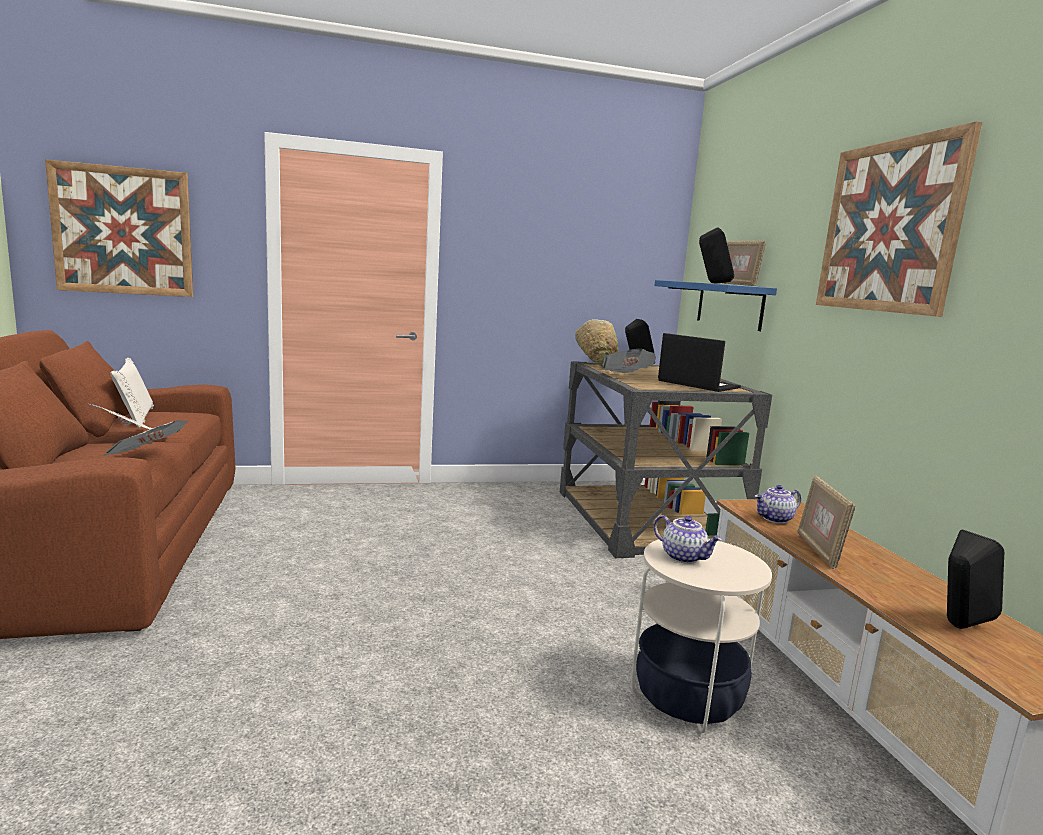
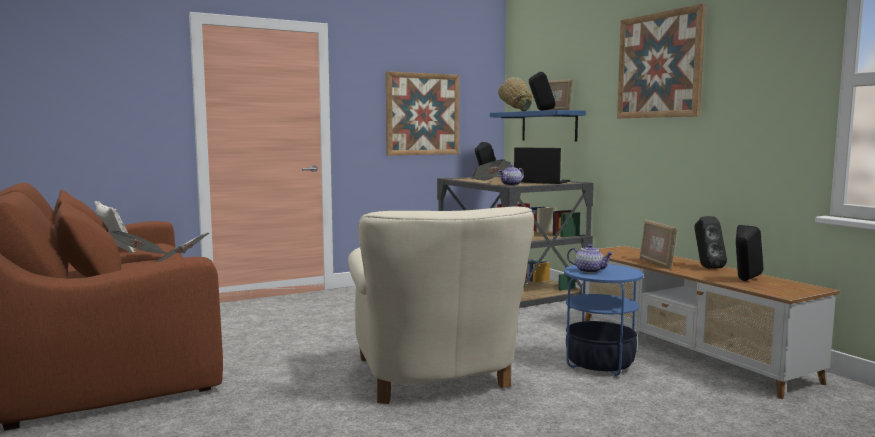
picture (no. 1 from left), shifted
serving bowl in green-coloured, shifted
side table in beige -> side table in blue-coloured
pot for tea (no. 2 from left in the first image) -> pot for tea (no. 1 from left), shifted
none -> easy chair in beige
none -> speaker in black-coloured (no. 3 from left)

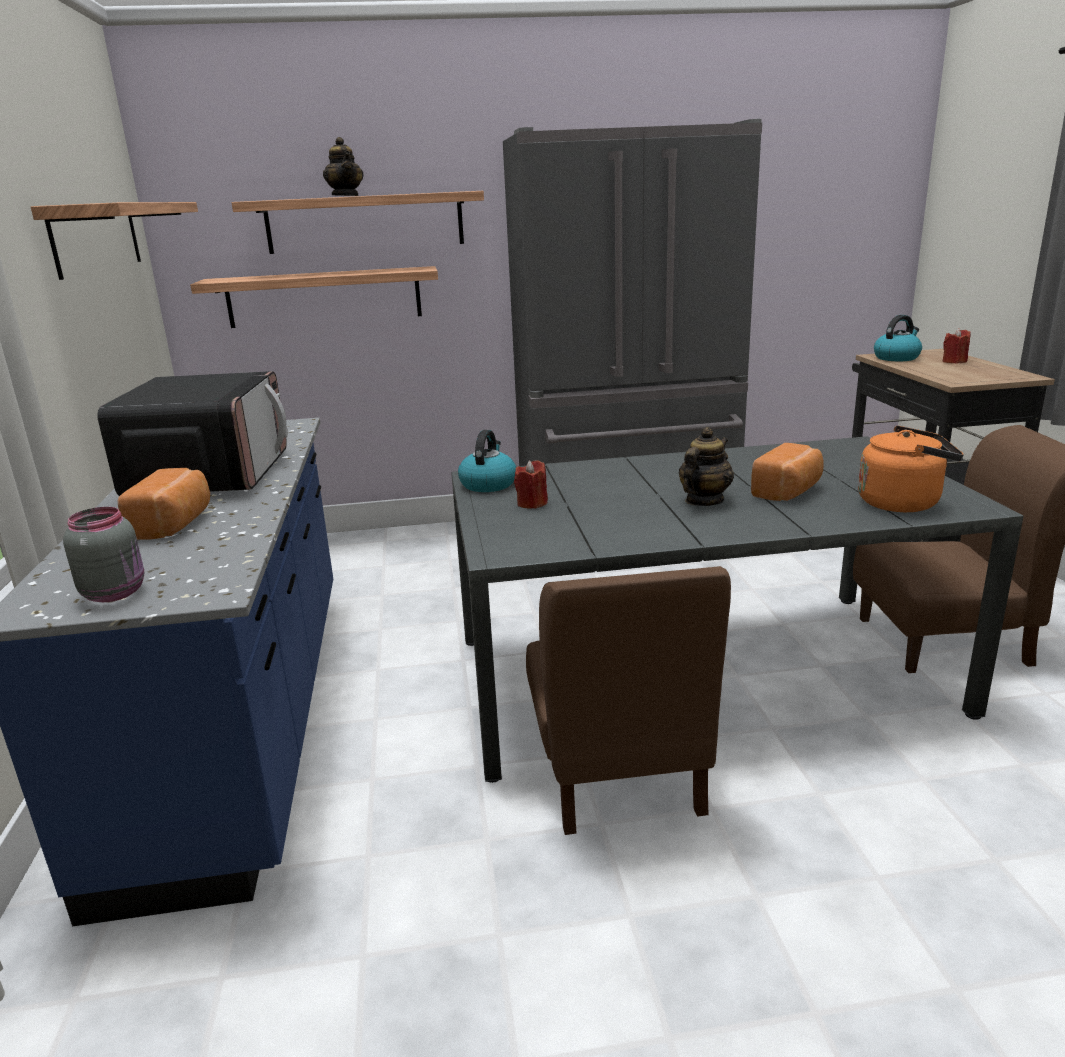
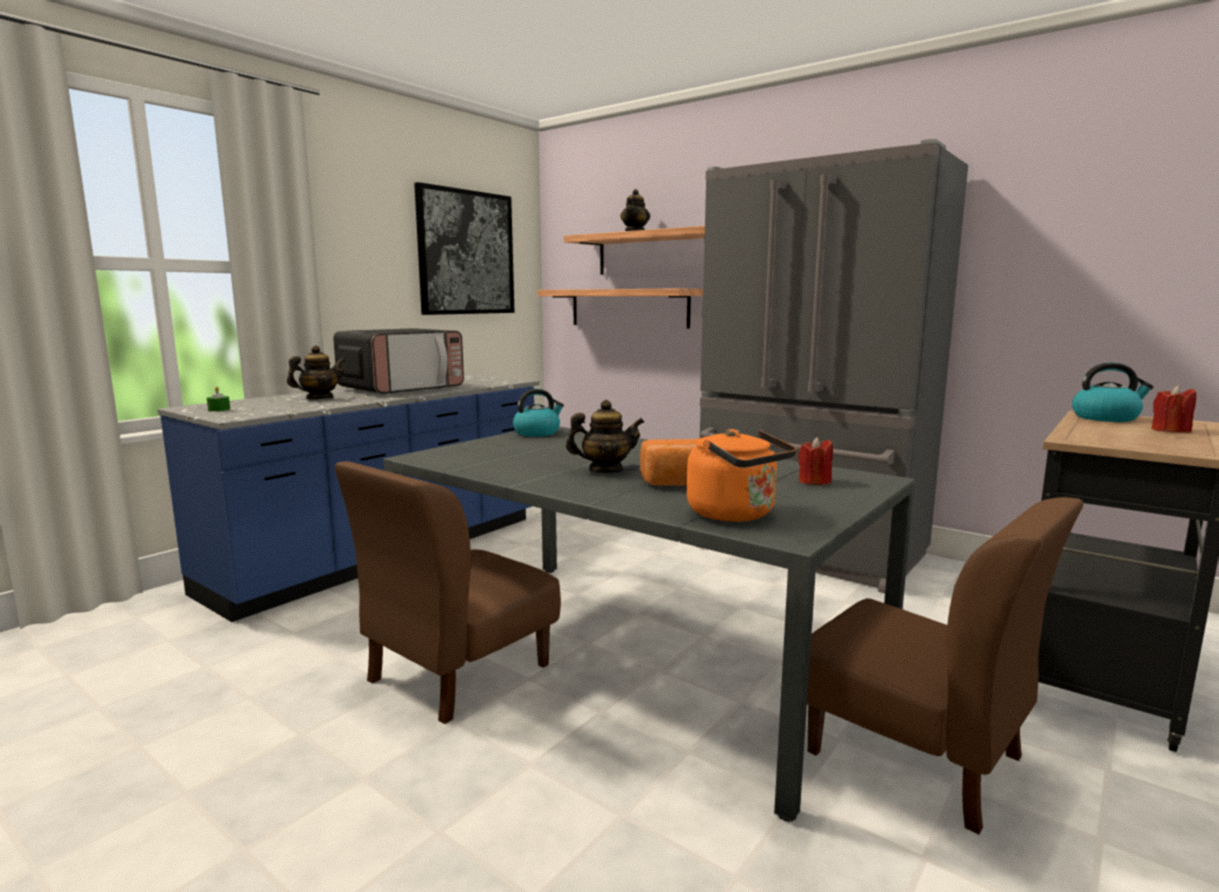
shelf (no. 1 from left) -> picture
jar in grey -> wax candle in green-coloured
bakery bread (no. 1 from left) -> pot for tea (no. 1 from left)
wax candle in red-coloured (no. 1 from left), shifted

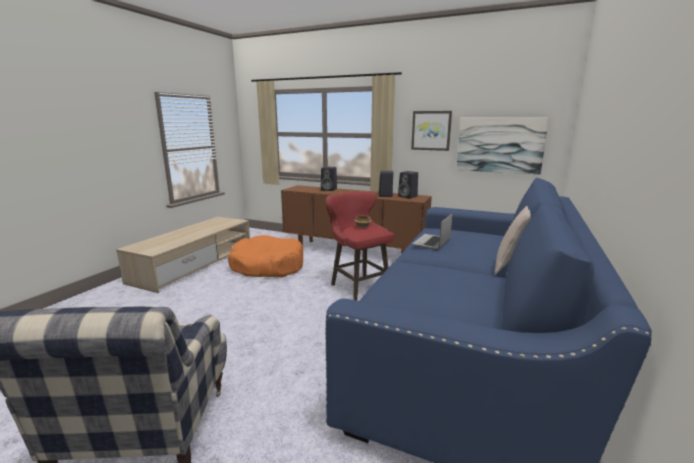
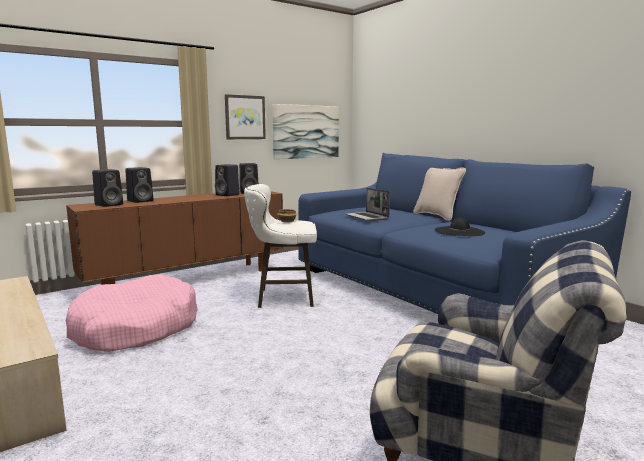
dog bed in orange-coloured -> dog bed in pink-coloured
stool in red-coloured -> stool in whitish
none -> speaker in black-coloured (no. 1 from left)
none -> clothing hat in black-coloured

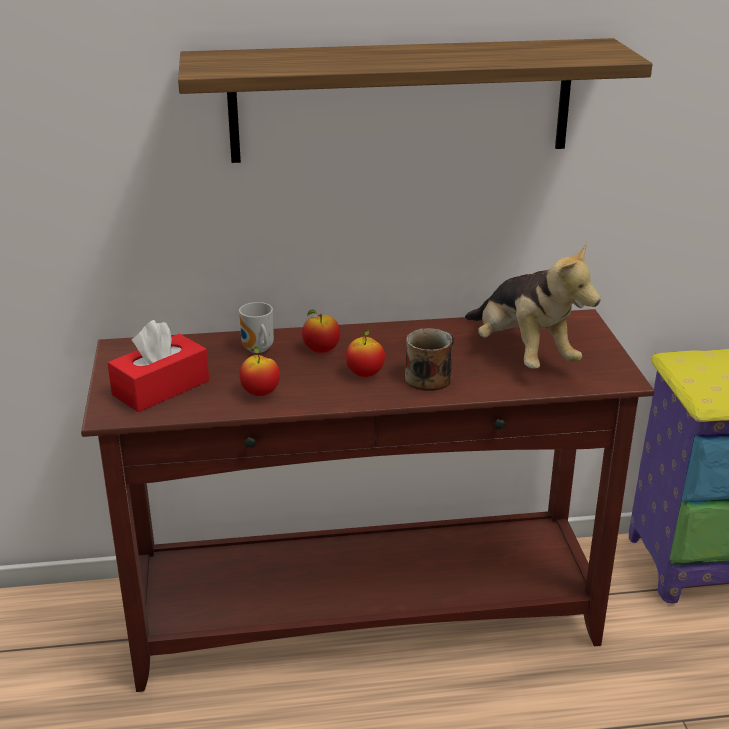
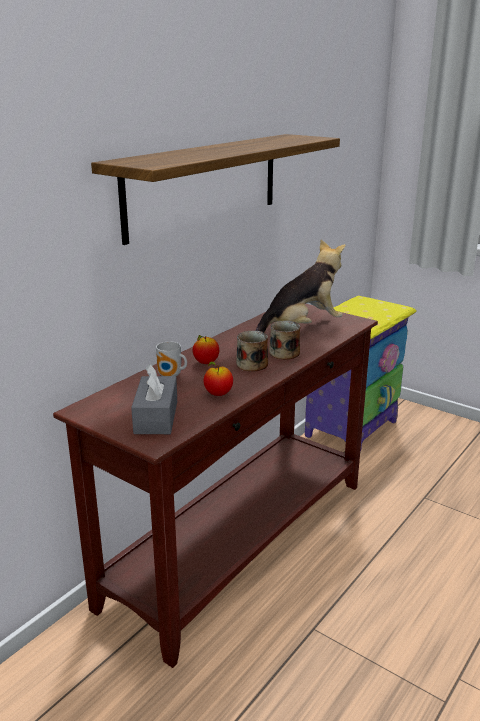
tissue box in red-coloured -> tissue box in grey
apple (no. 3 from left) -> coffee mug (no. 2 from left)
plush toy, 45 degrees counterclockwise

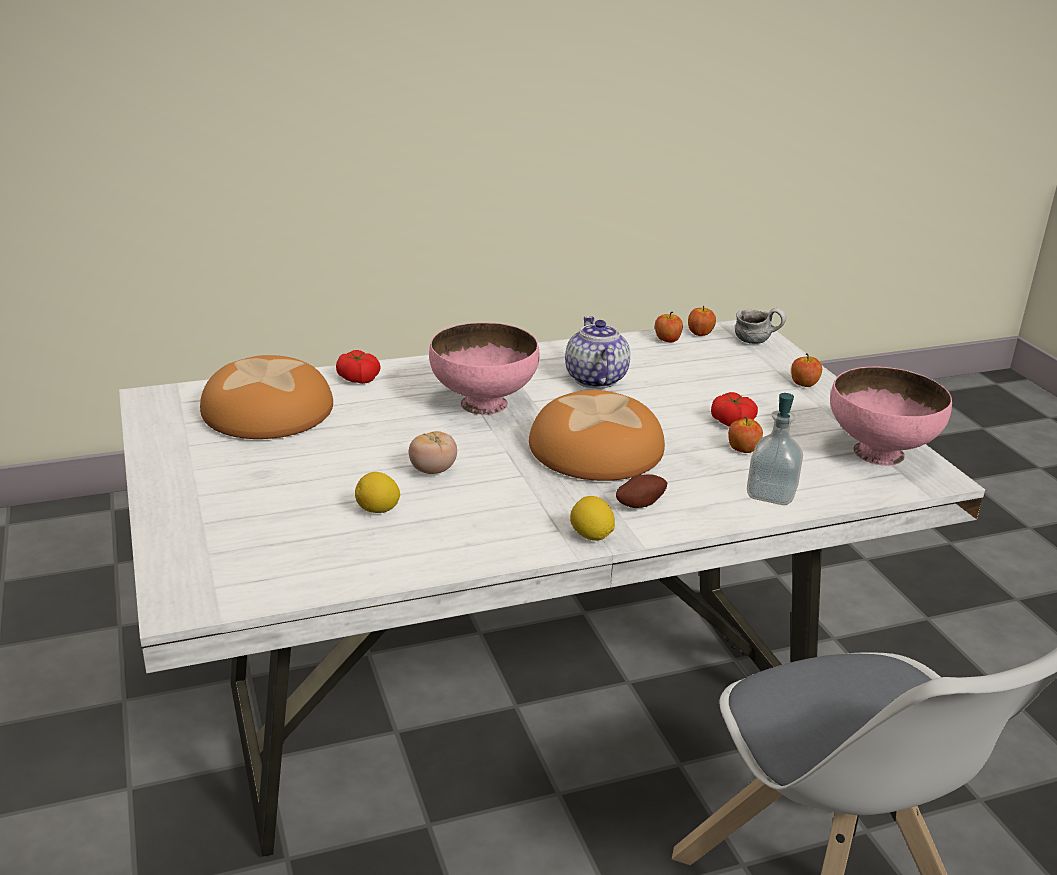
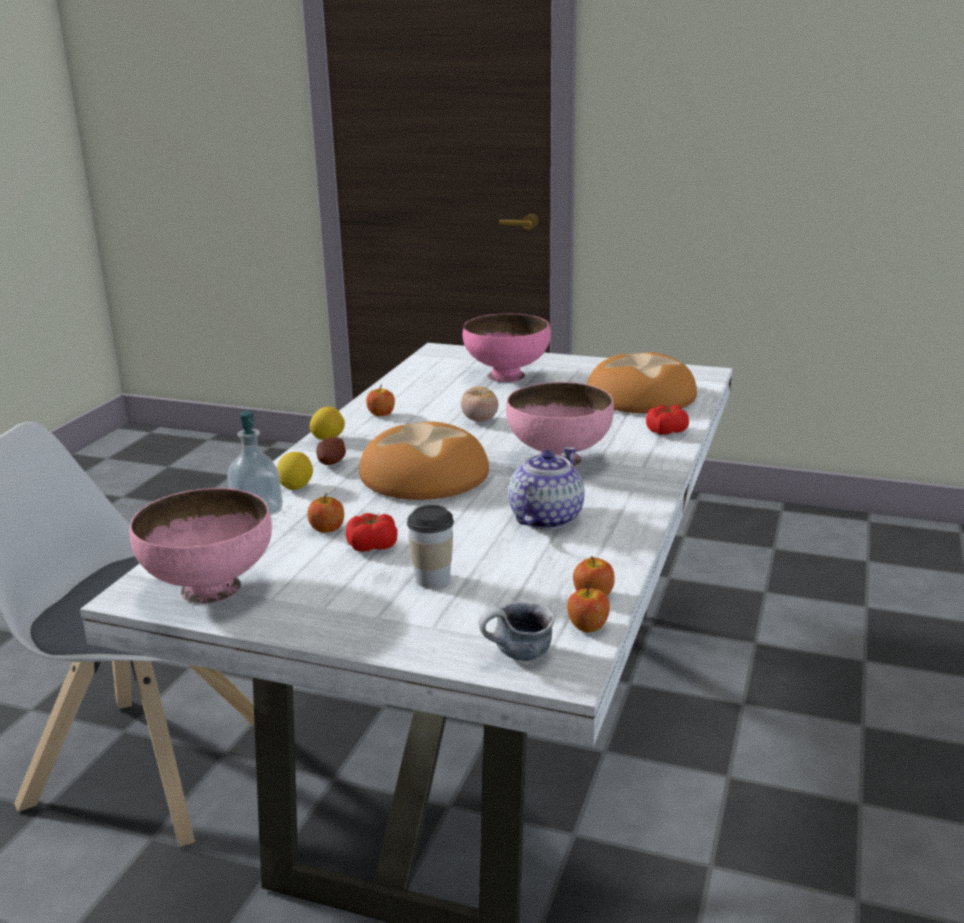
whole lemon (no. 1 from left), shifted
pot for tea, 90 degrees counterclockwise
apple (no. 4 from left in the first image) -> apple (no. 2 from left), shifted
none -> small cup
none -> serving bowl in pink-coloured (no. 2 from left)

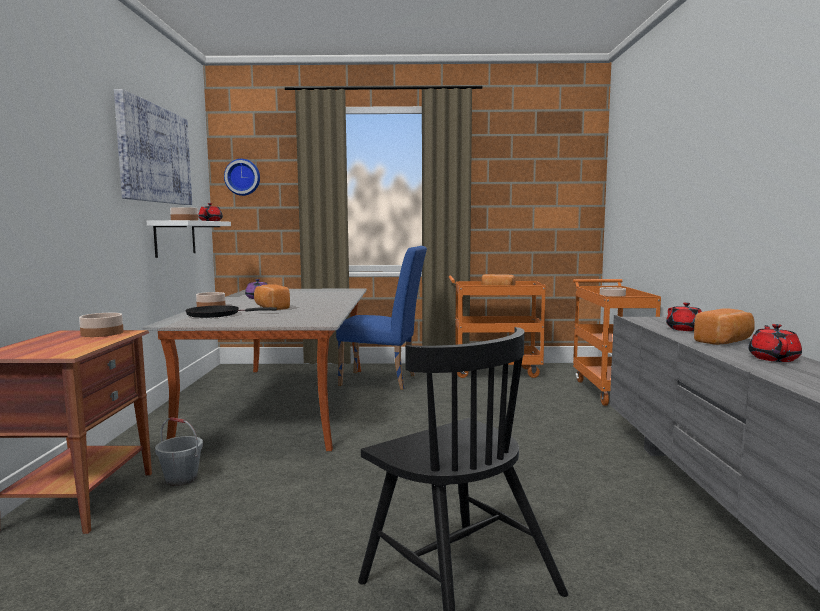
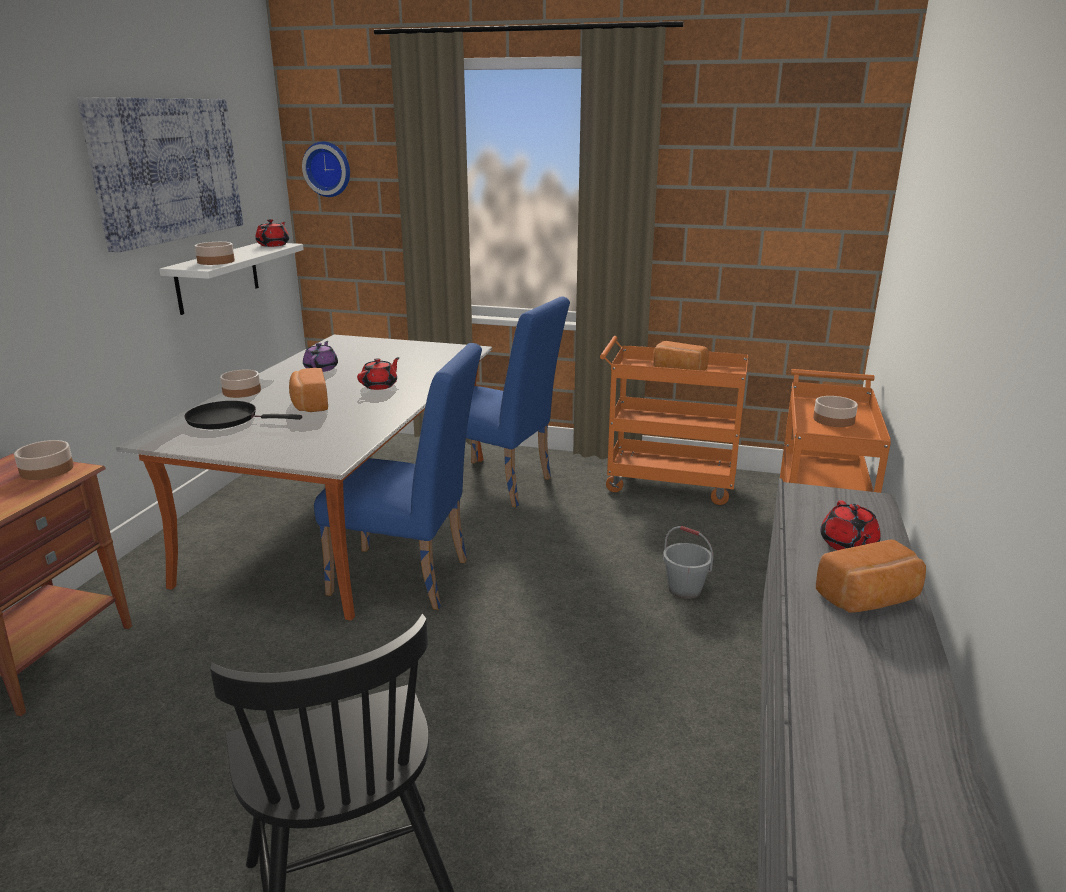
pail in grey, shifted
pot for tea in red-coloured (no. 3 from left in the first image) -> pot for tea in red-coloured (no. 2 from left), shifted
none -> chair in blue-coloured (no. 1 from left)

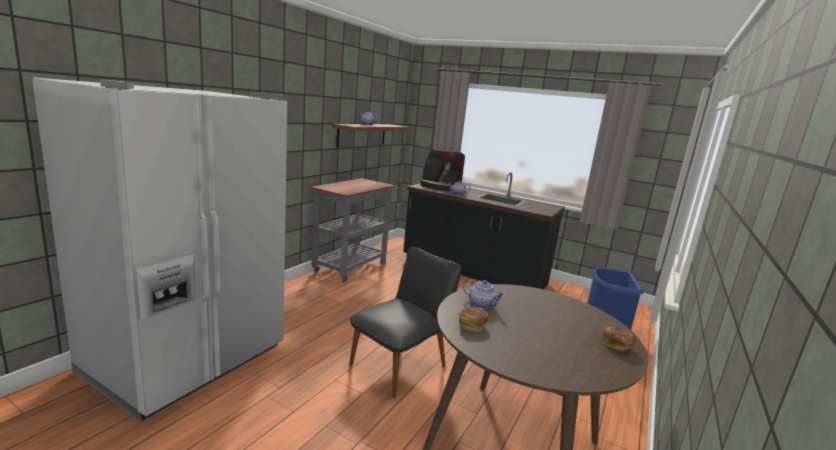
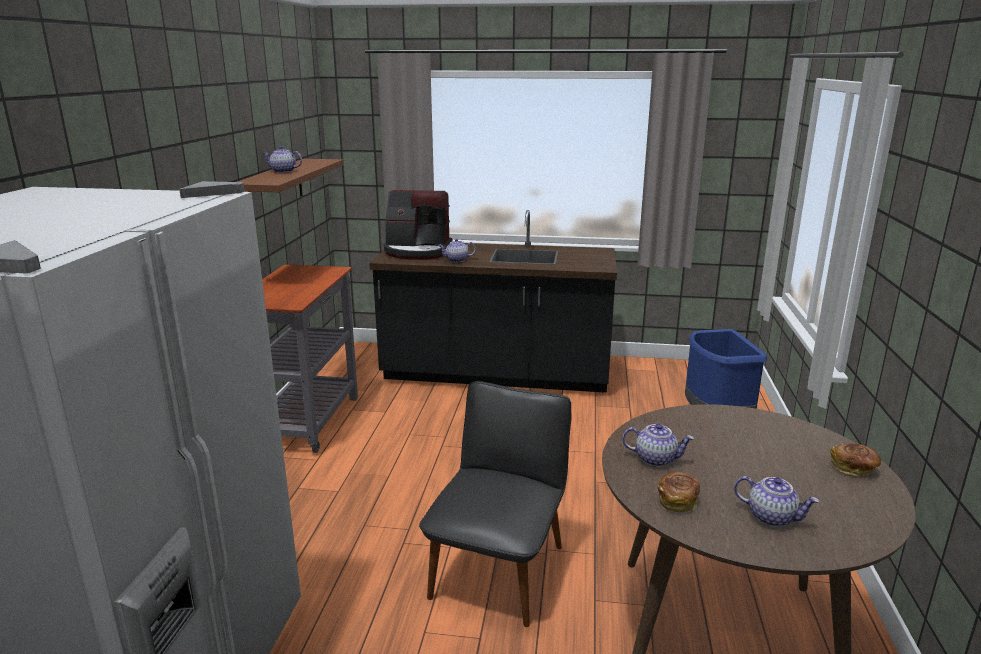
none -> pot for tea (no. 4 from left)

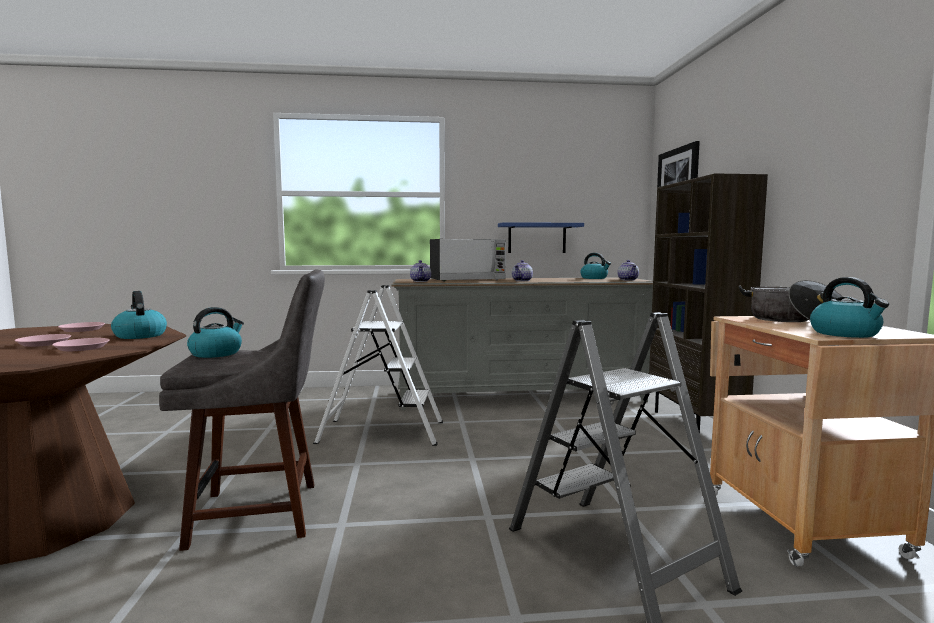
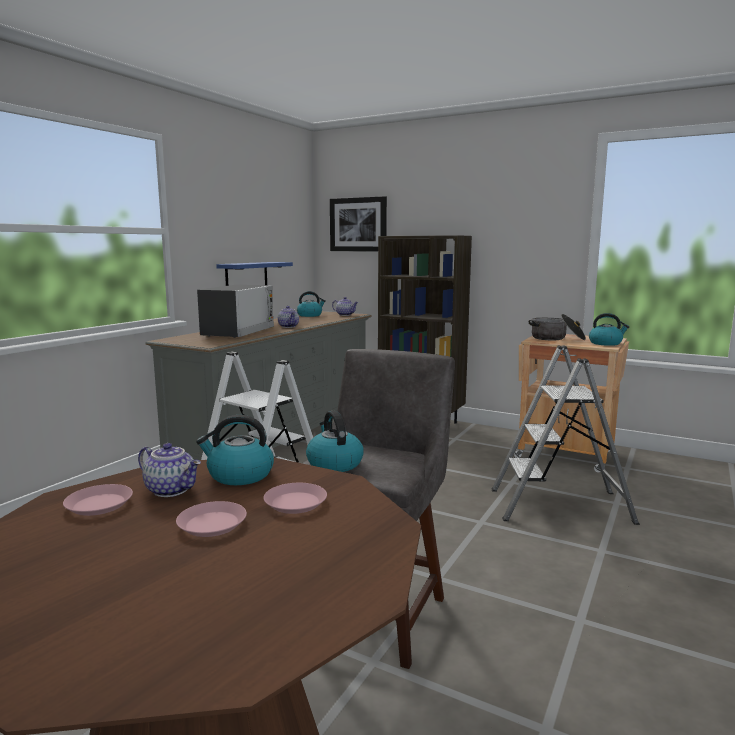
pot for tea (no. 1 from left), shifted

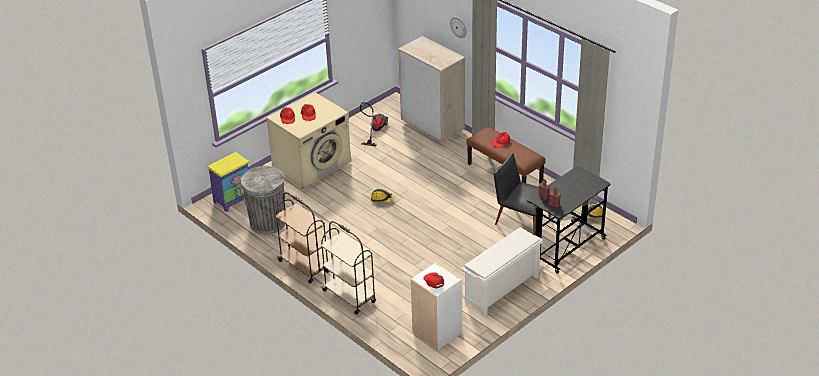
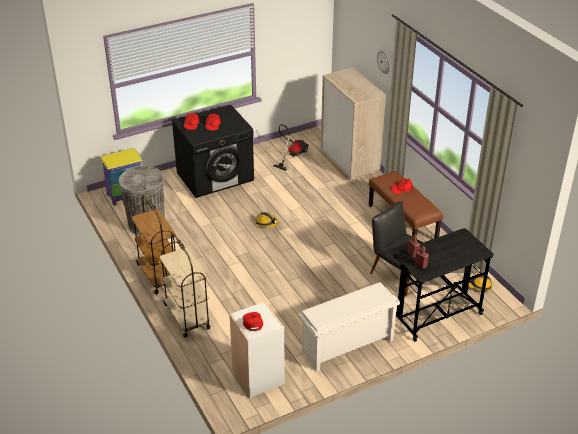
laundry machine in beige -> laundry machine in black-coloured

